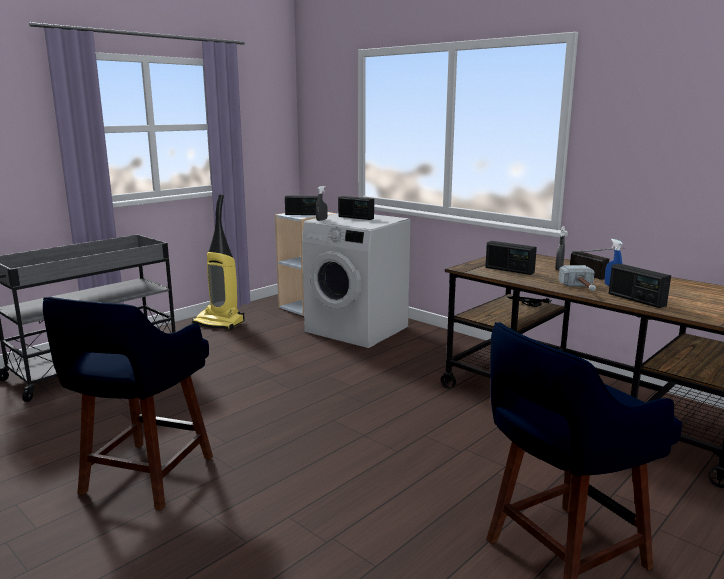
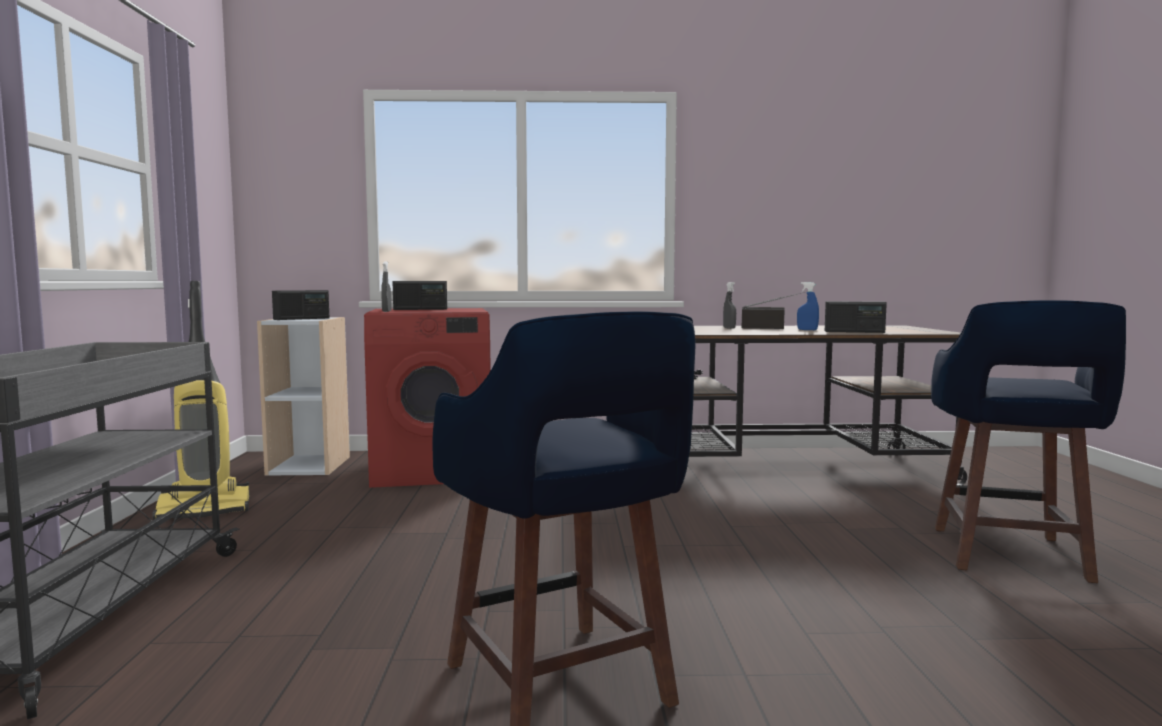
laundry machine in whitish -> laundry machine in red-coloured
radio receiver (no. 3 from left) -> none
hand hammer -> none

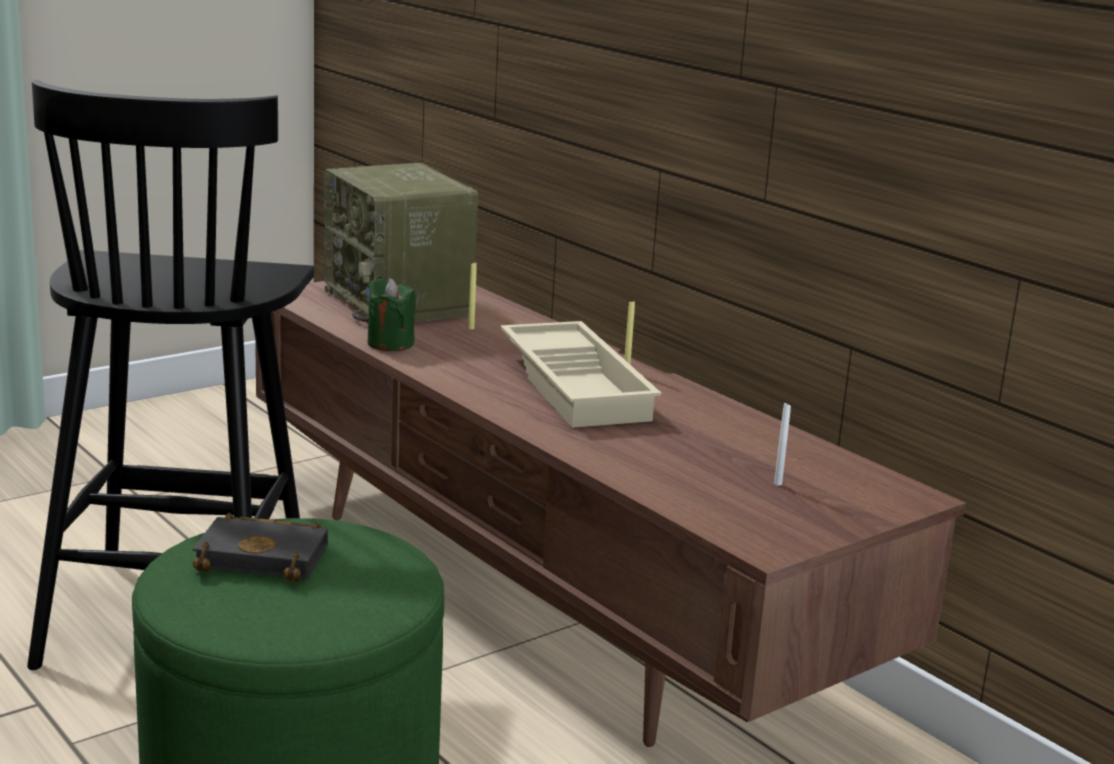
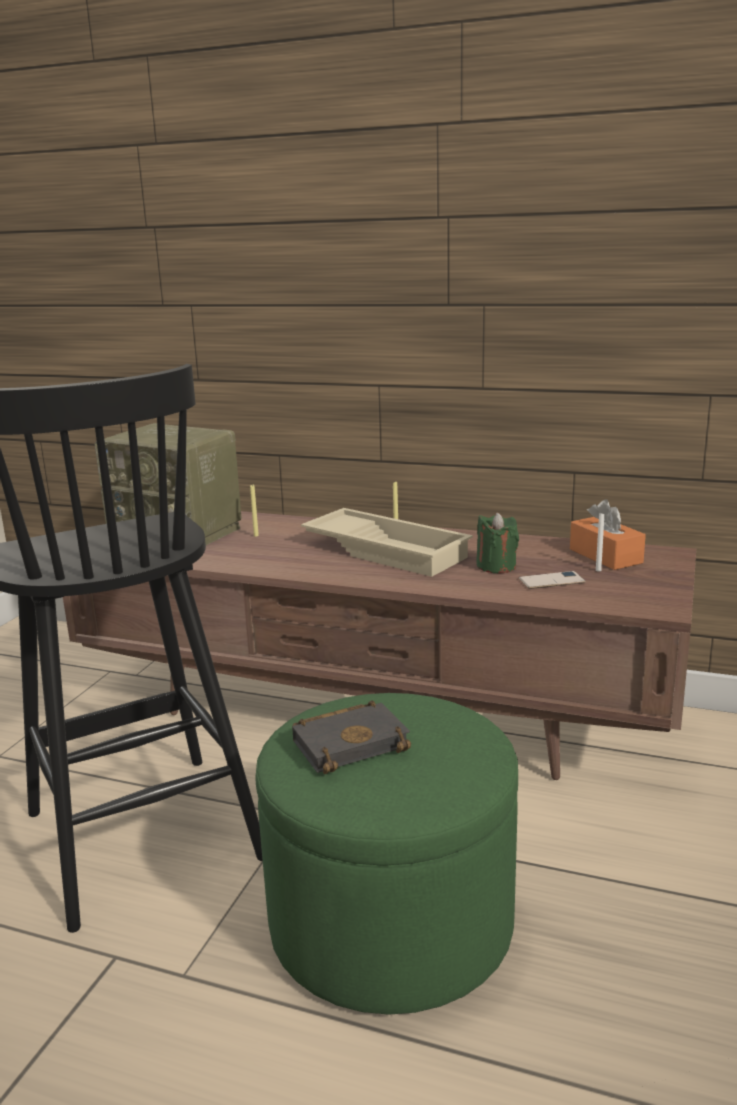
wax candle in green-coloured, shifted
none -> phone
none -> tissue box in orange-coloured

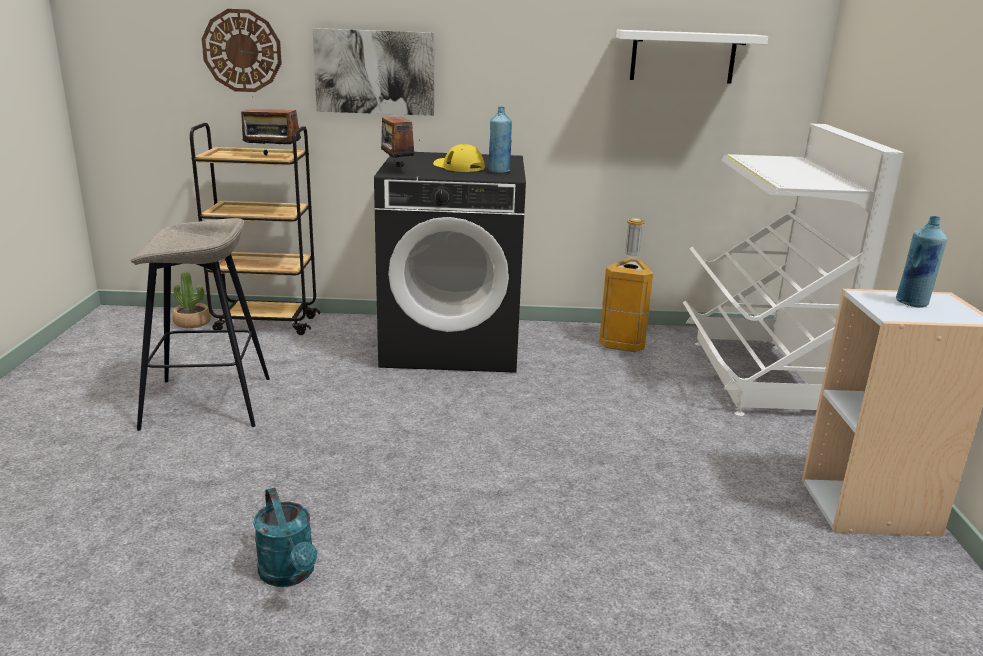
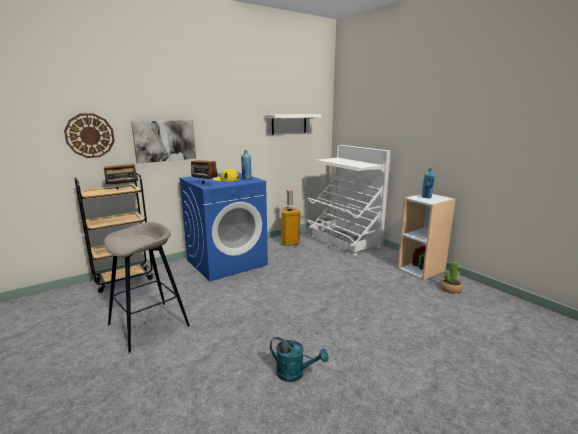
potted plant, shifted
laundry machine in black-coloured -> laundry machine in blue-coloured

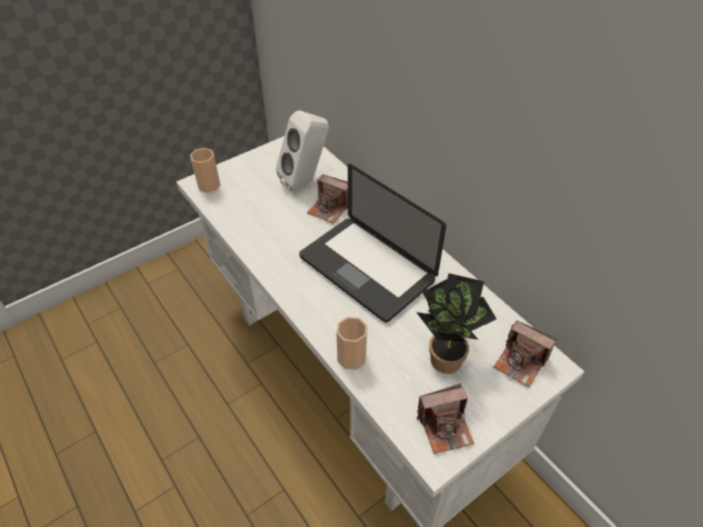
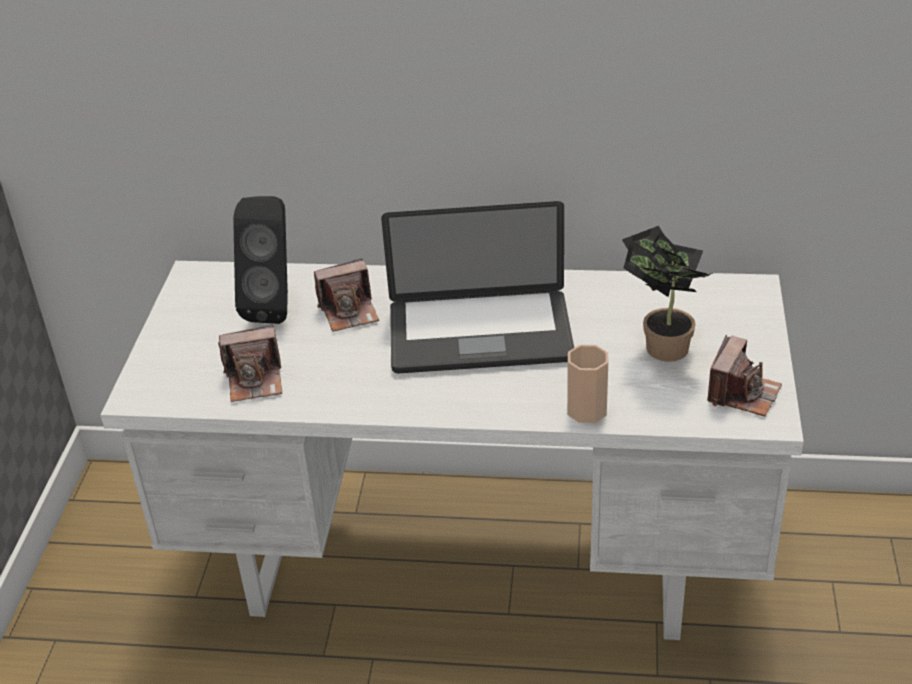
small cup (no. 1 from left) -> none
speaker in whitish -> speaker in black-coloured
still camera (no. 3 from left in the first image) -> still camera (no. 1 from left), shifted

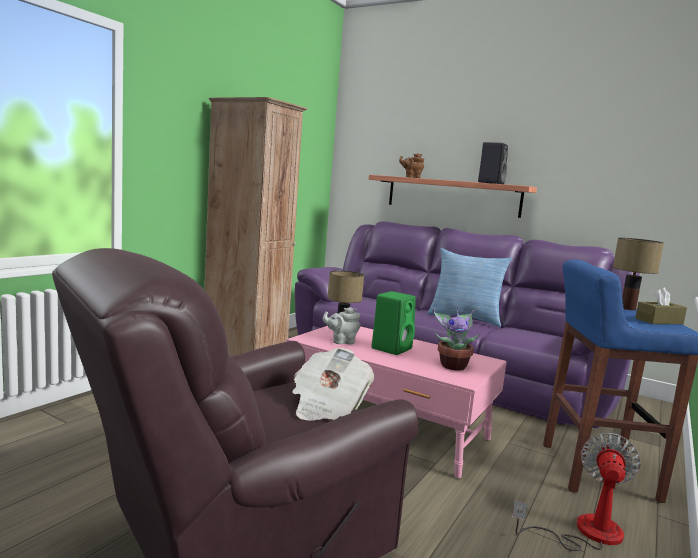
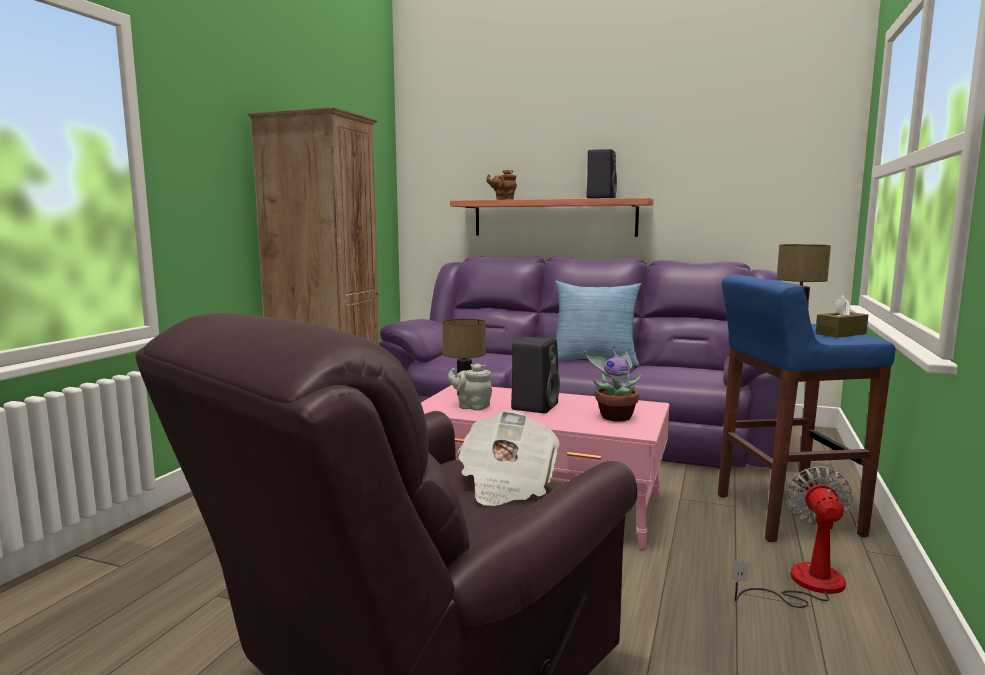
pot for tea in grey, 45 degrees clockwise
speaker in green-coloured -> speaker in black-coloured (no. 1 from left)

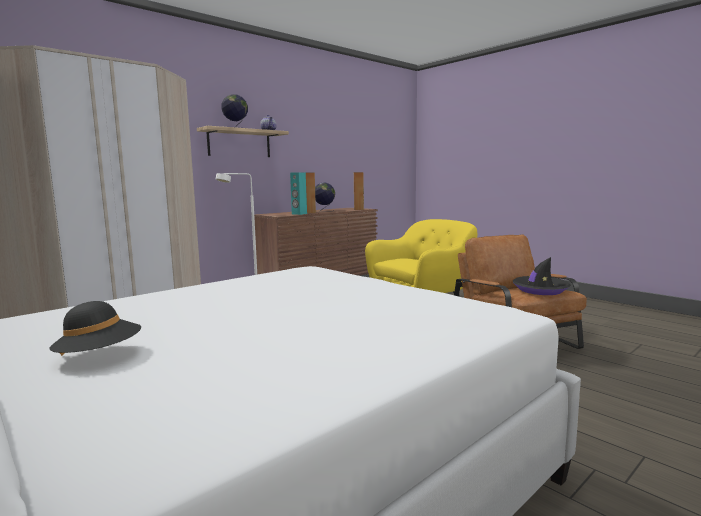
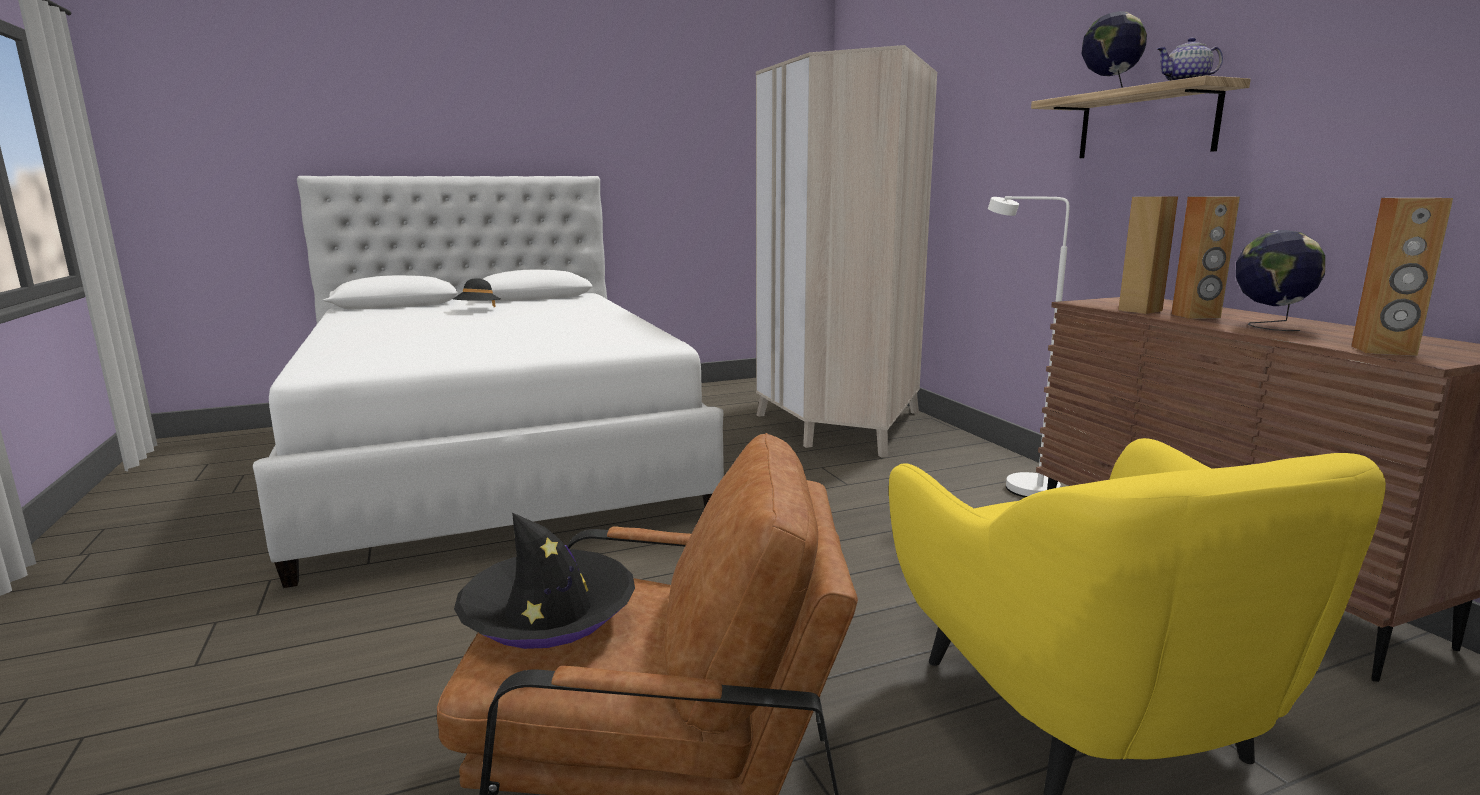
speaker in turquoise-coloured -> speaker in brown-coloured (no. 1 from left)

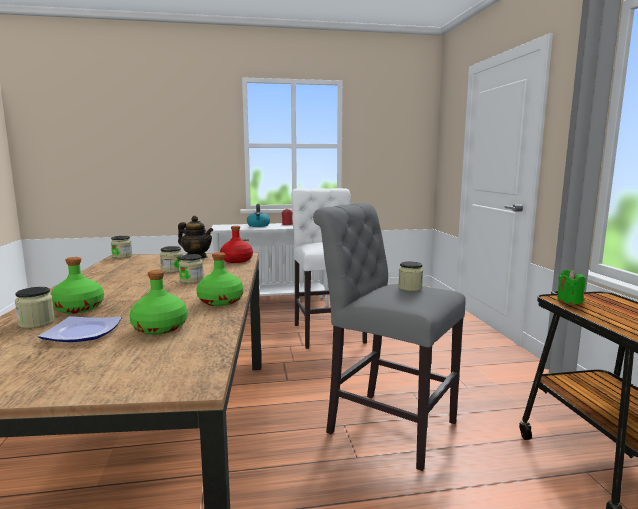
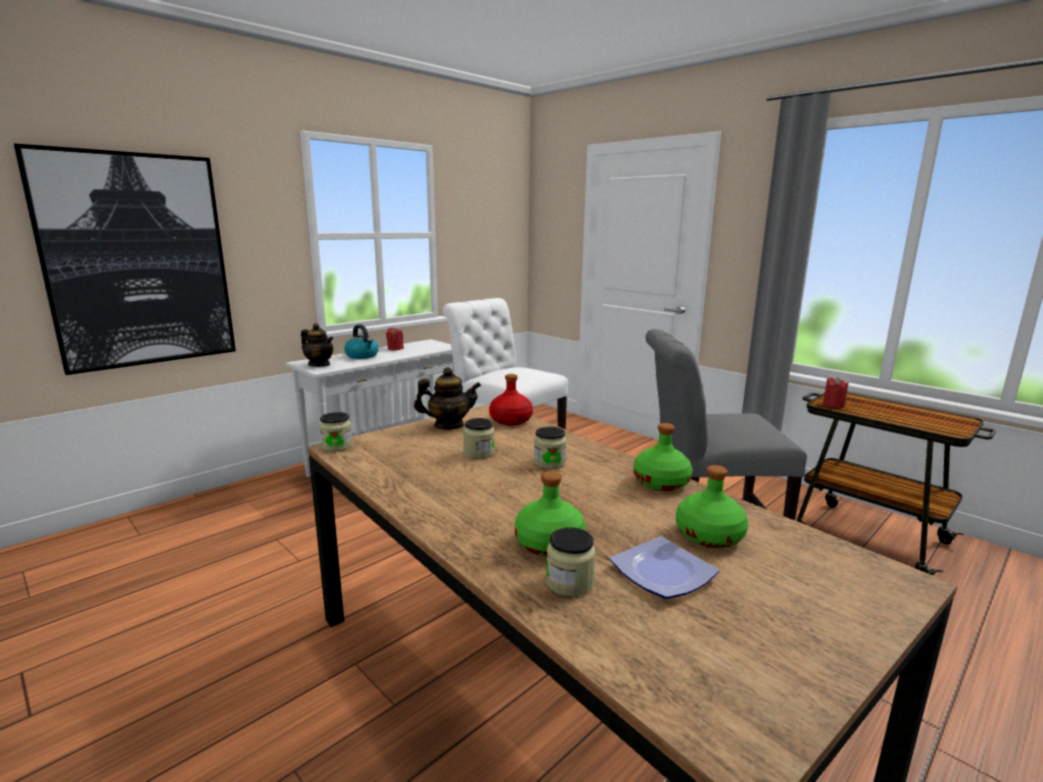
jar (no. 5 from left) -> none
wax candle in green-coloured -> wax candle in red-coloured (no. 2 from left)
none -> picture
none -> pot for tea (no. 1 from left)

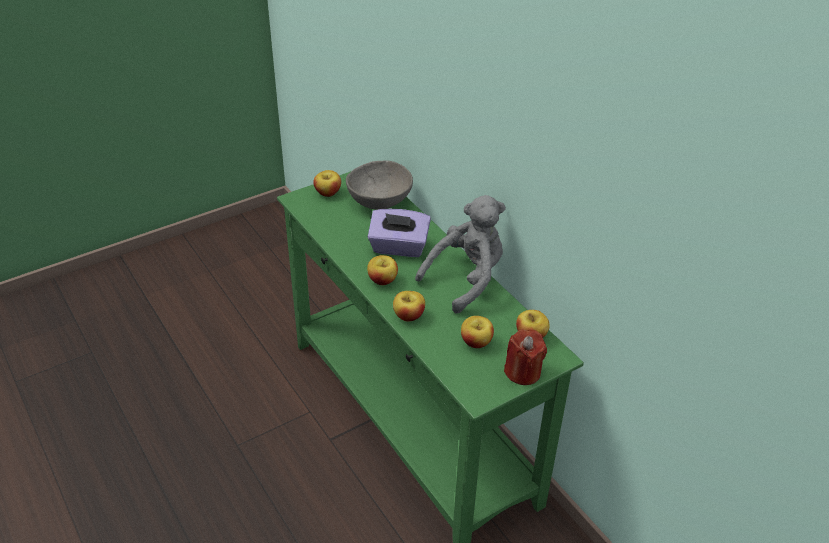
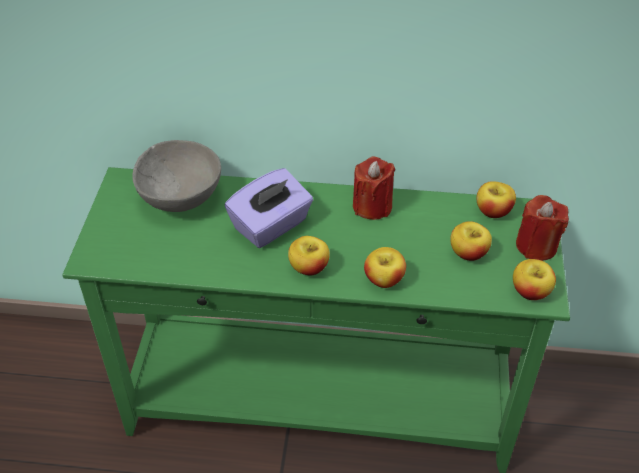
apple (no. 1 from left in the first image) -> apple (no. 5 from left), shifted
plush toy in grey -> wax candle in red-coloured (no. 1 from left)

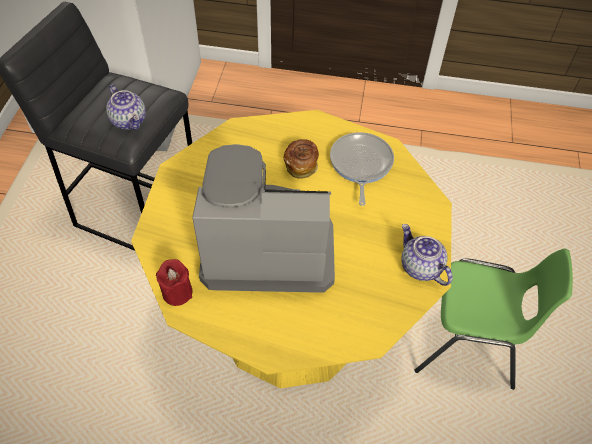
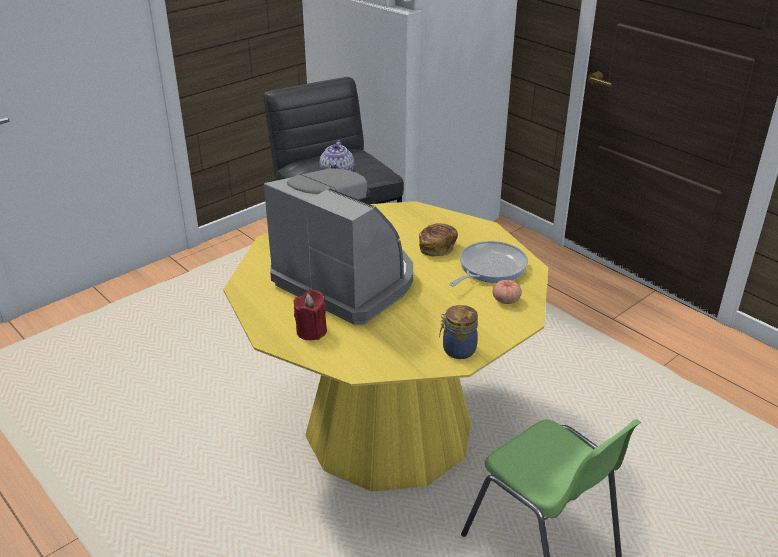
wax candle in red-coloured, shifted
pot for tea (no. 2 from left) -> jar
none -> fresh tomato

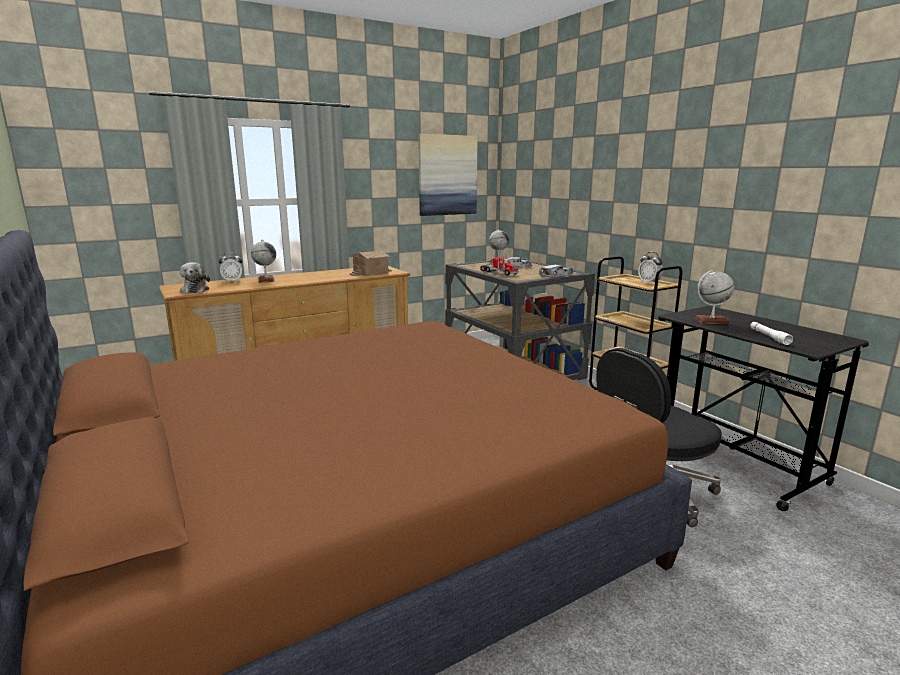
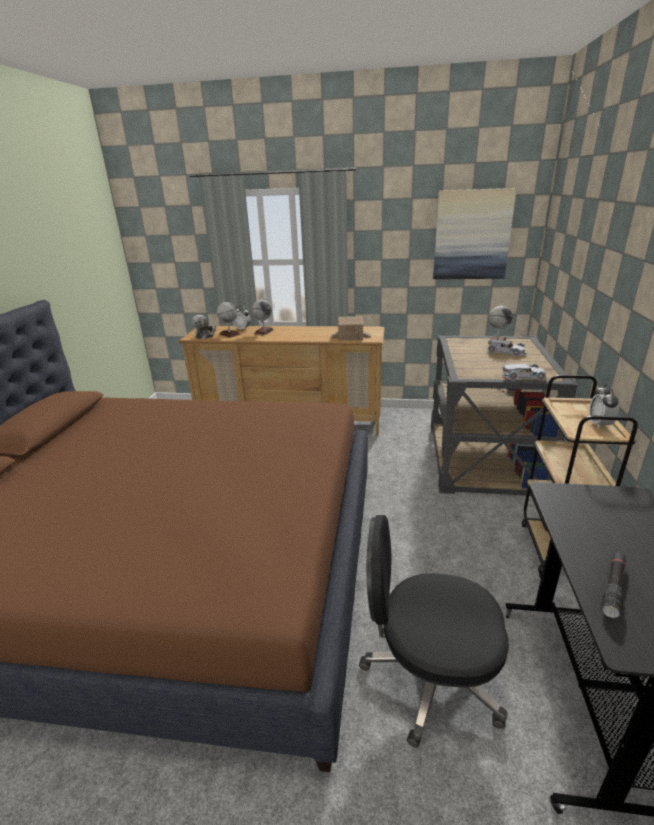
toy lorry -> none
globe (no. 3 from left in the first image) -> globe (no. 1 from left), shifted
hand torch in whitish -> hand torch in black-coloured

